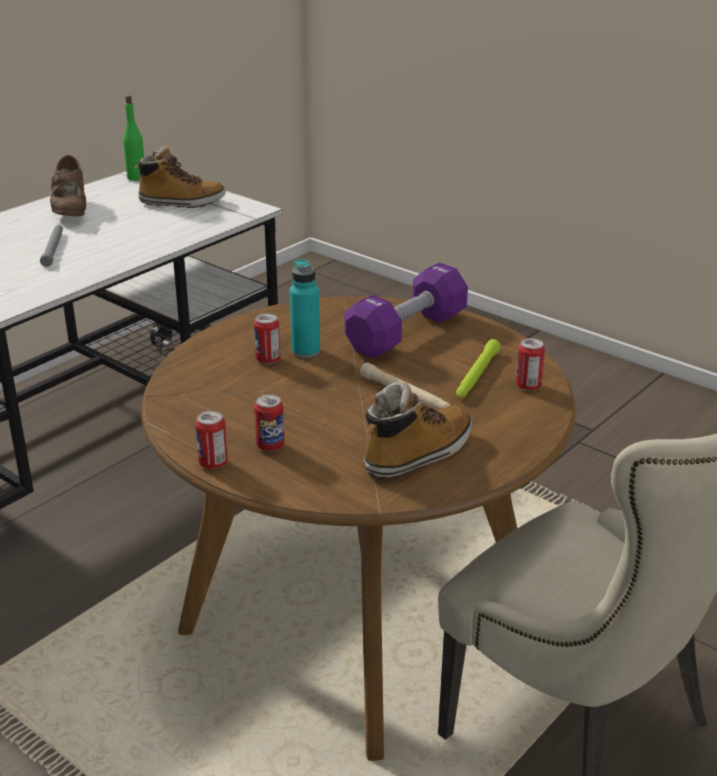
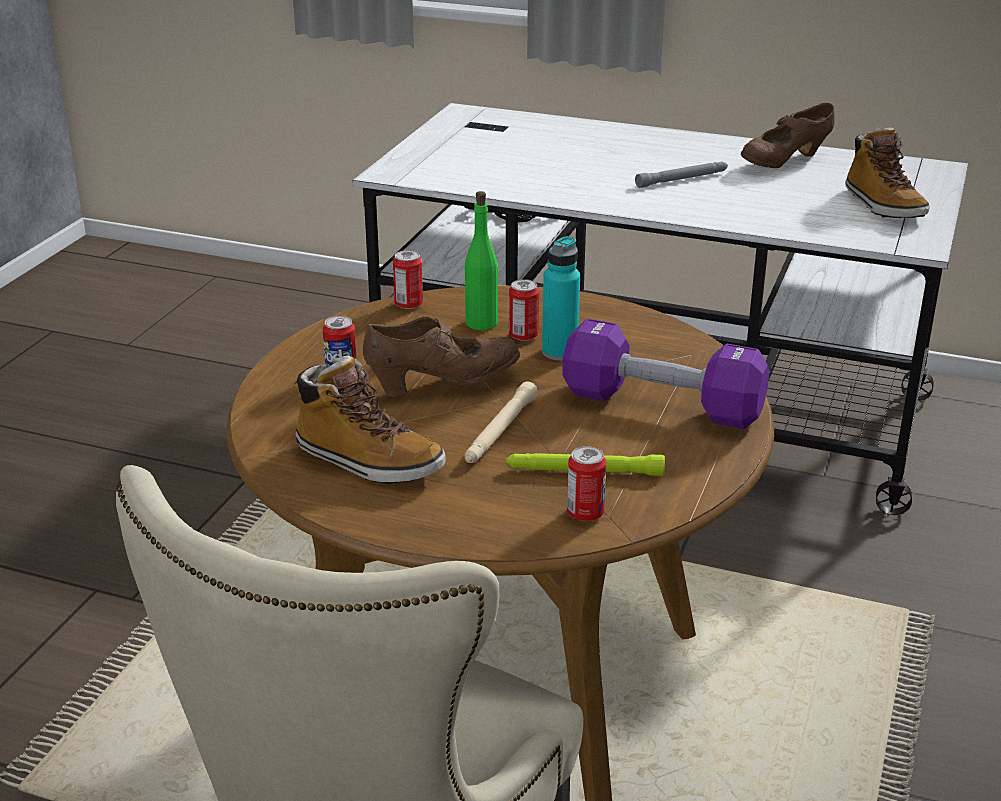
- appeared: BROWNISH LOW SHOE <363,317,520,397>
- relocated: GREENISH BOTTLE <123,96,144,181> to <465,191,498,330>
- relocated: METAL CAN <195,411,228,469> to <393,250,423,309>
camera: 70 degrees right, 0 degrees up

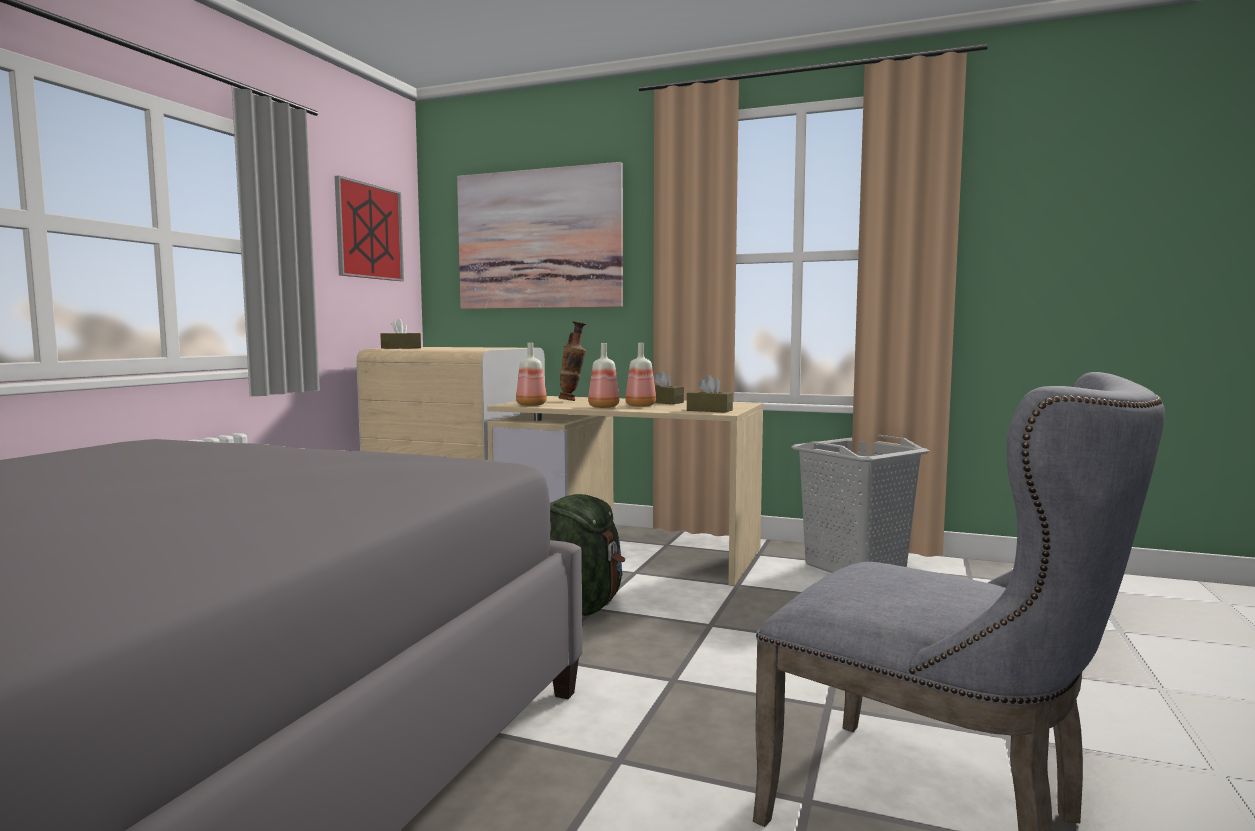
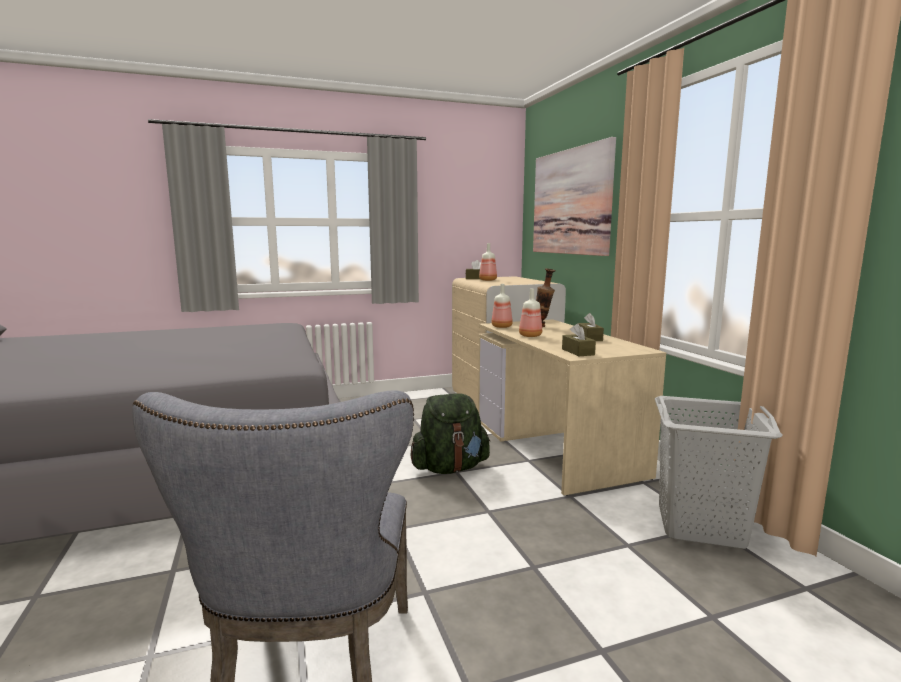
- missing: WALL PICTURE <335,176,404,281>
- relocated: BOTTLE <625,343,656,407> to <479,243,497,281>
camera: 50 degrees right, 5 degrees up

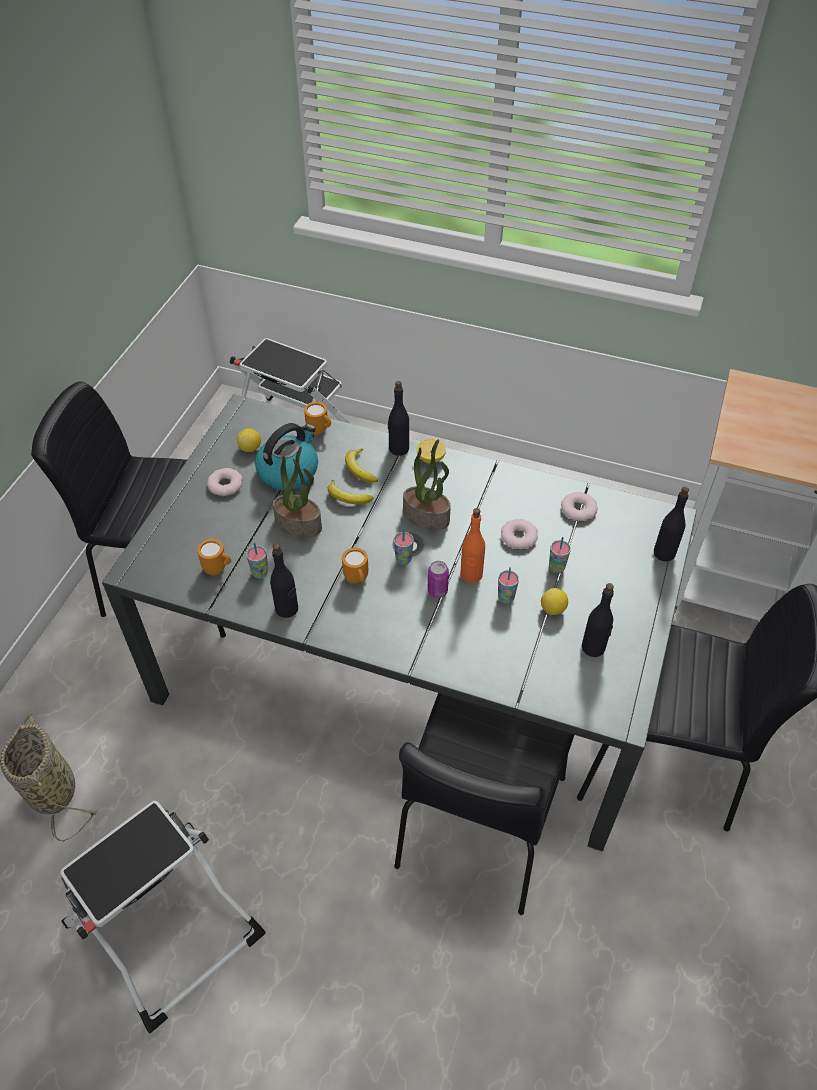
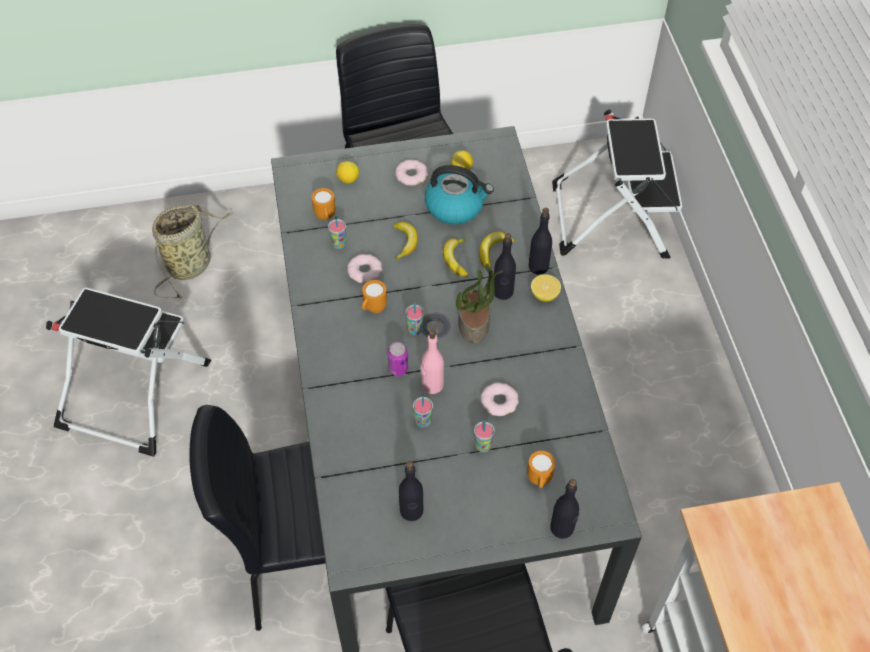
- relocated: BLACK-COLOURED BOTTLE <270,543,298,618> to <494,233,516,300>
- relocated: ORANGEY MUG <304,402,331,435> to <527,451,555,488>
- relocated: LEMON <541,588,568,615> to <336,161,359,184>
- relocated: DOUGHNUT <561,492,598,521> to <347,254,382,283>
- exchanged: PLANT IN A POT <273,446,322,538> to BANANA FRUIT <393,222,418,260>
- colour: ORANGEY BOTTLE <460,508,485,583> to PINK BOTTLE <421,330,444,394>
camera: 60 degrees right, 5 degrees up

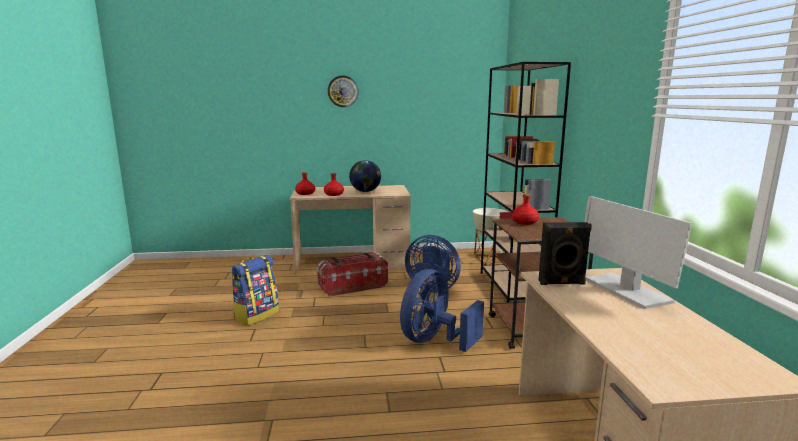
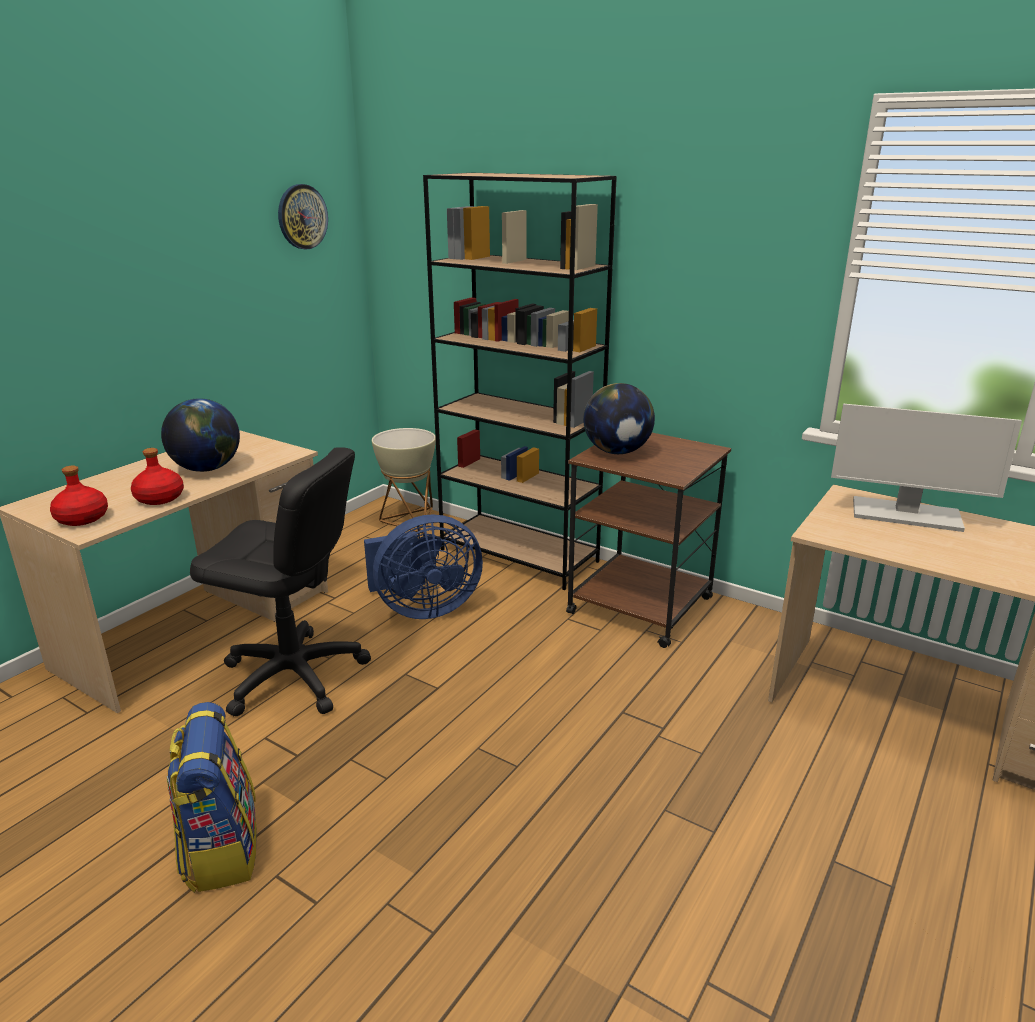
- missing: BLUE FAN <400,269,484,352>
- missing: BLACK-COLOURED SPEAKER <538,222,592,285>
- relocated: WALL CLOCK <328,76,359,107> to <278,184,328,250>
- exchanged: STORAGE BOX <317,253,388,297> to BLACK-COLOURED OFFICE CHAIR <190,447,371,716>
- exchanged: REDDISH BOTTLE <512,194,539,225> to WORLD GLOBE <583,383,655,454>
camera: 50 degrees left, 10 degrees up

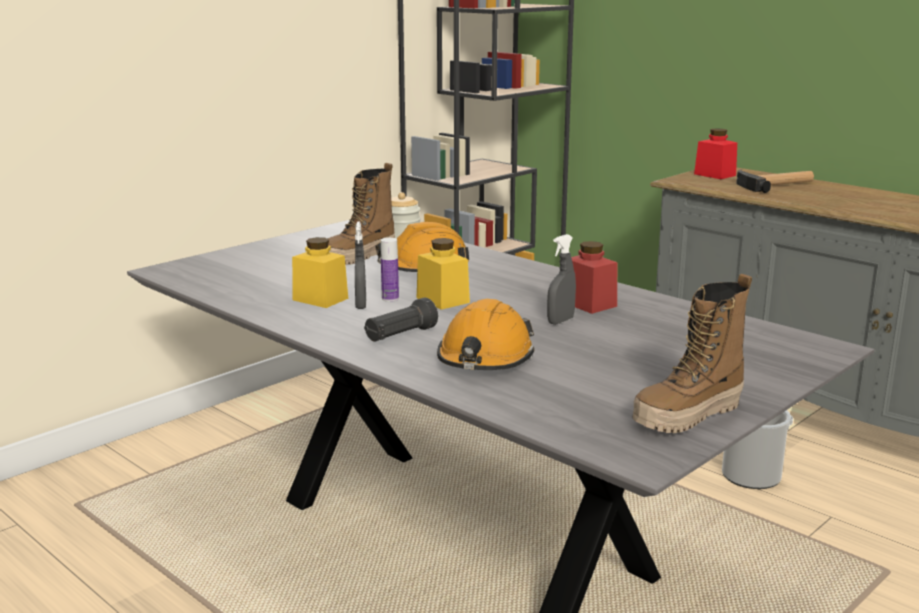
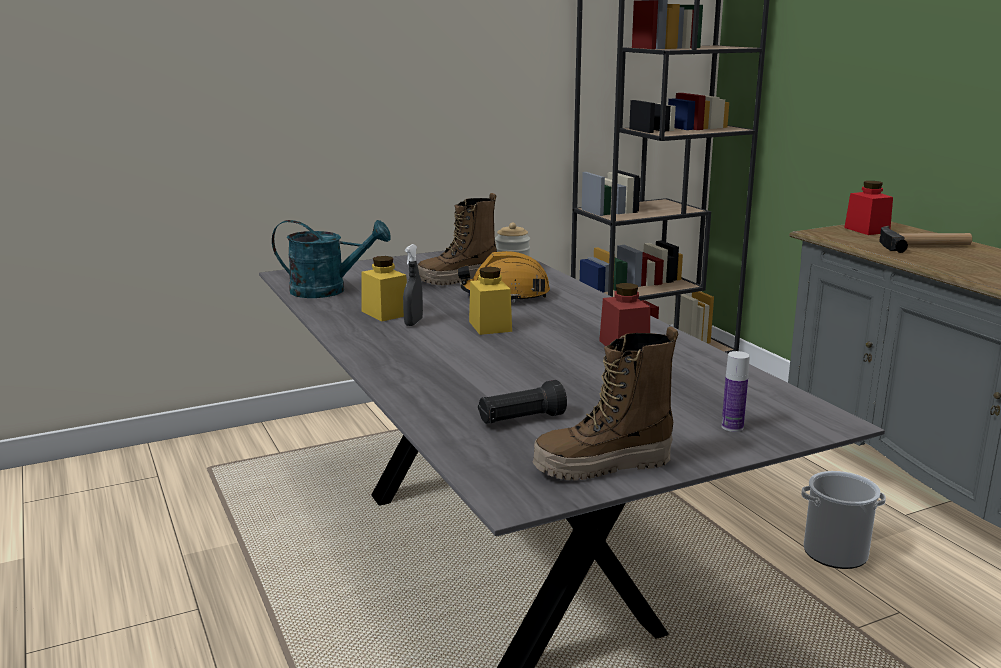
- missing: ORANGEY HARD HAT <437,299,534,370>
- missing: GRAY HAND SPRAYER <547,234,576,325>
- appeared: TURQUOISE WATERING POT <272,220,391,298>
- relocated: BLACK-COLOURED HAND TORCH <364,297,438,342> to <478,380,567,424>
- relocated: BOTTLE <381,238,399,302> to <722,351,750,432>
camera: 20 degrees right, 0 degrees up

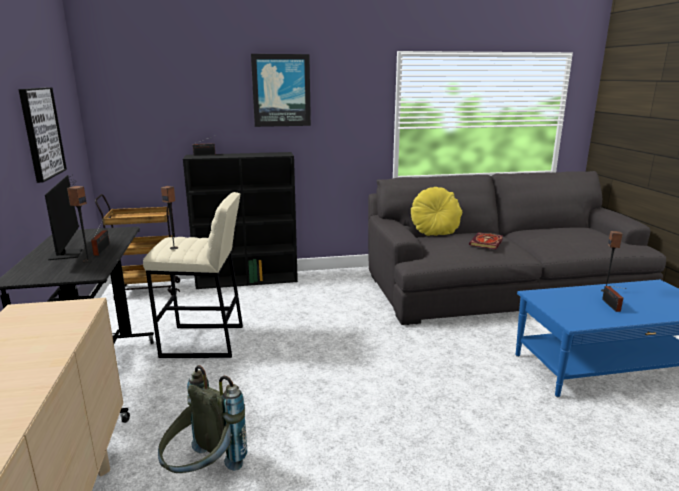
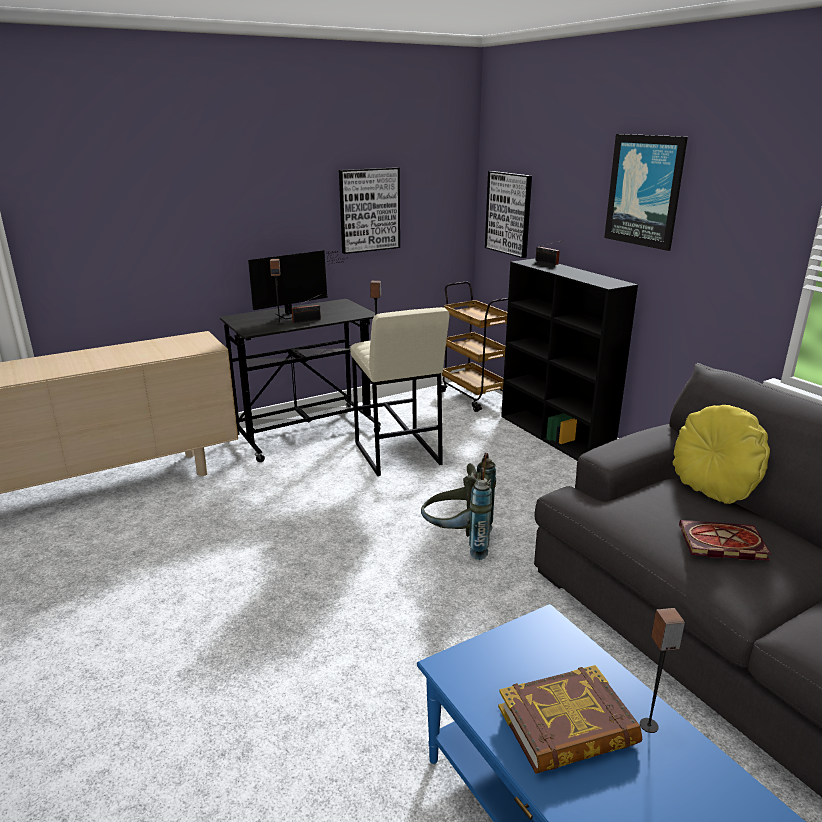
- appeared: WALL PICTURE <485,171,532,258>
- relocated: GRAY KNAPSACK <158,365,247,473> to <421,453,496,560>
- exchanged: RADIO RECEIVER <602,286,626,312> to VOLUME <498,665,642,774>
camera: 70 degrees right, 5 degrees up

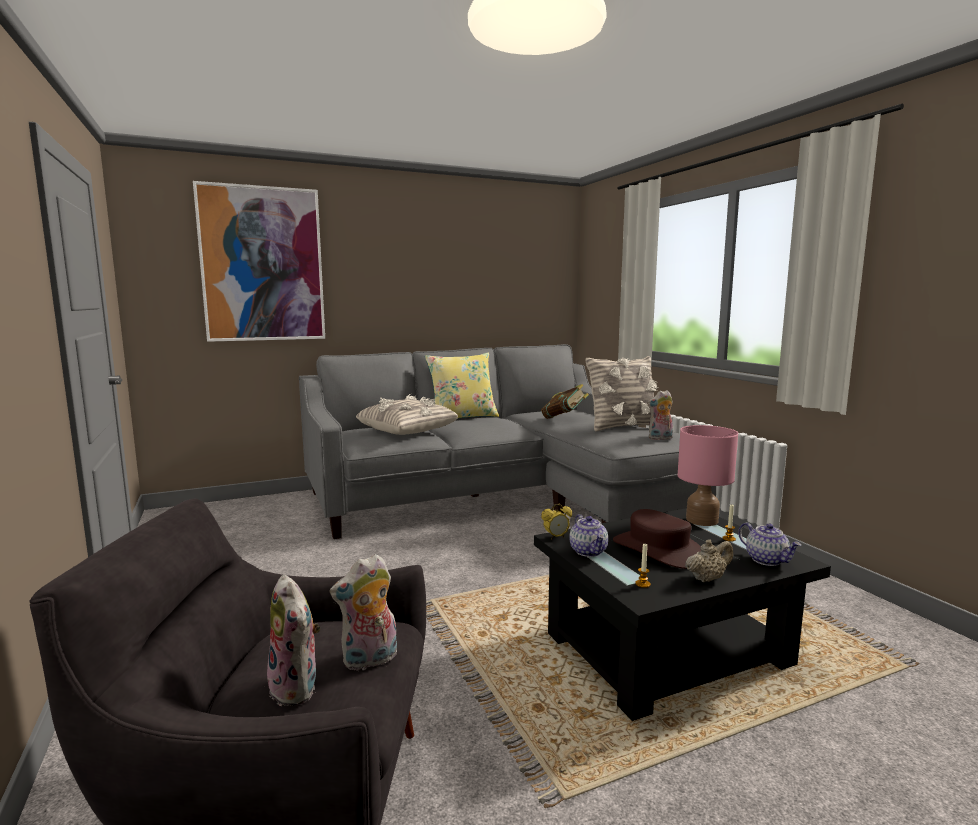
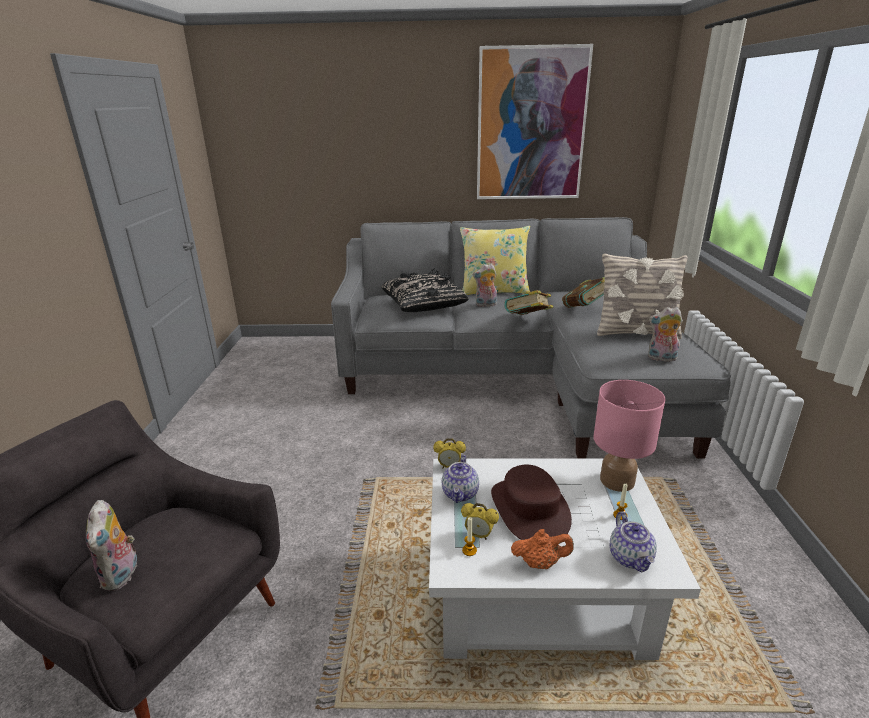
- appeared: TABLE CLOCK <461,503,499,540>
- appeared: VOLUME <504,290,553,315>
- relocated: WALL PICTURE <193,181,325,342> to <477,44,593,199>
- relocated: SOFT TOY <330,554,397,671> to <473,263,497,307>
- colour: BEIGE THROW PILLOW <356,394,458,435> to BLACK-COLOURED THROW PILLOW <382,268,469,312>
- colour: BLACK-COLOURED LOW TABLE <534,508,831,721> to WHITE LOW TABLE <429,458,701,660>
- colour: BEIGE POT FOR TEA <685,539,733,582> to ORANGEY POT FOR TEA <511,529,574,569>
camera: 25 degrees right, 15 degrees up

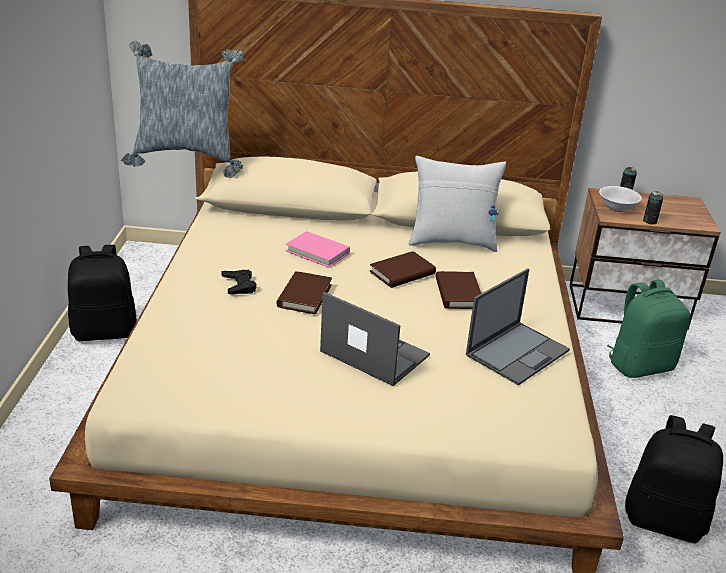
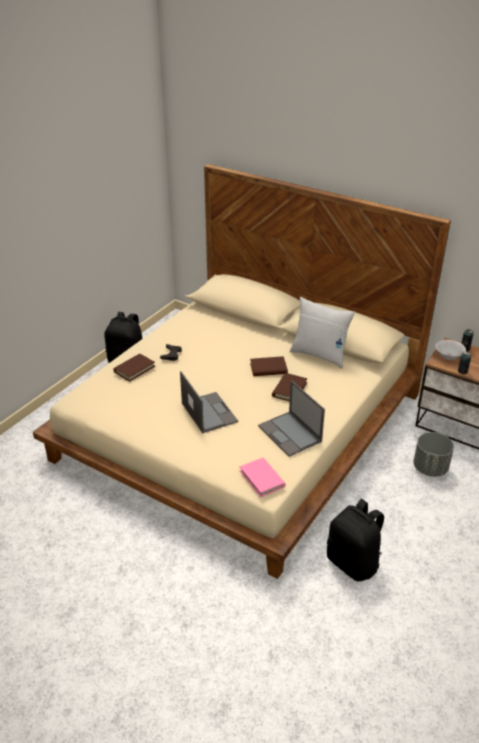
- missing: THROW PILLOW <120,40,244,178>
- relocated: BROWNISH VOLUME <276,271,332,314> to <113,354,155,382>
- relocated: PINK VOLUME <286,231,350,268> to <240,458,285,497>
- exchanged: GREENISH KNAPSACK <607,280,691,378> to GRAY FLOWER POT <414,432,454,477>
- spun: LAPTOP <466,268,570,385> = <258,381,325,457> 75 degrees clockwise
camera: 30 degrees right, 5 degrees up

